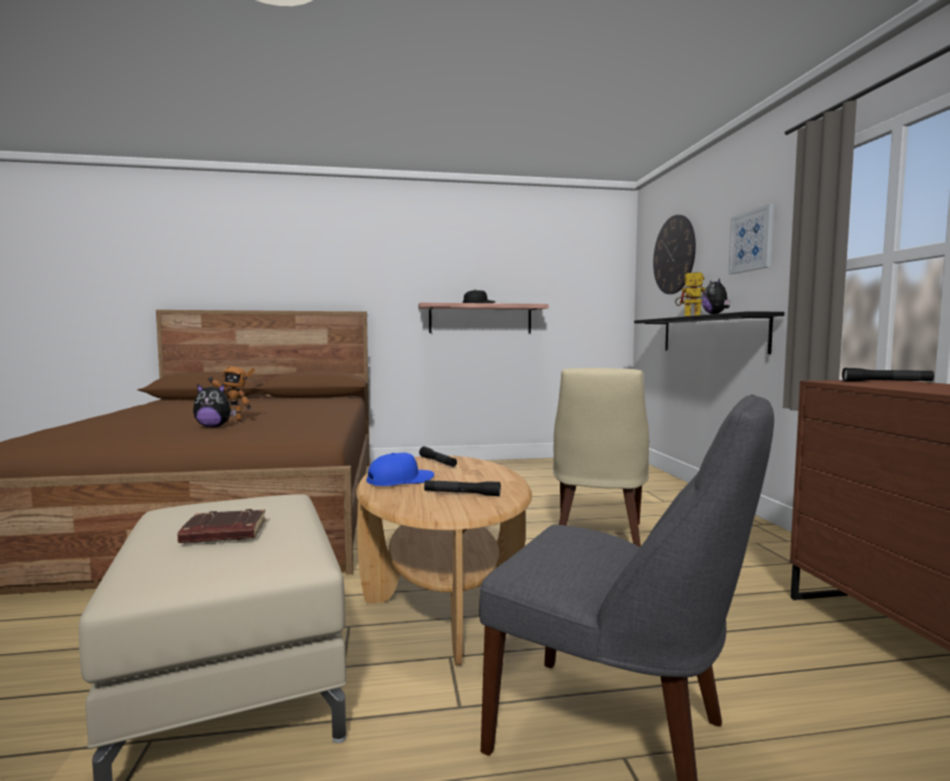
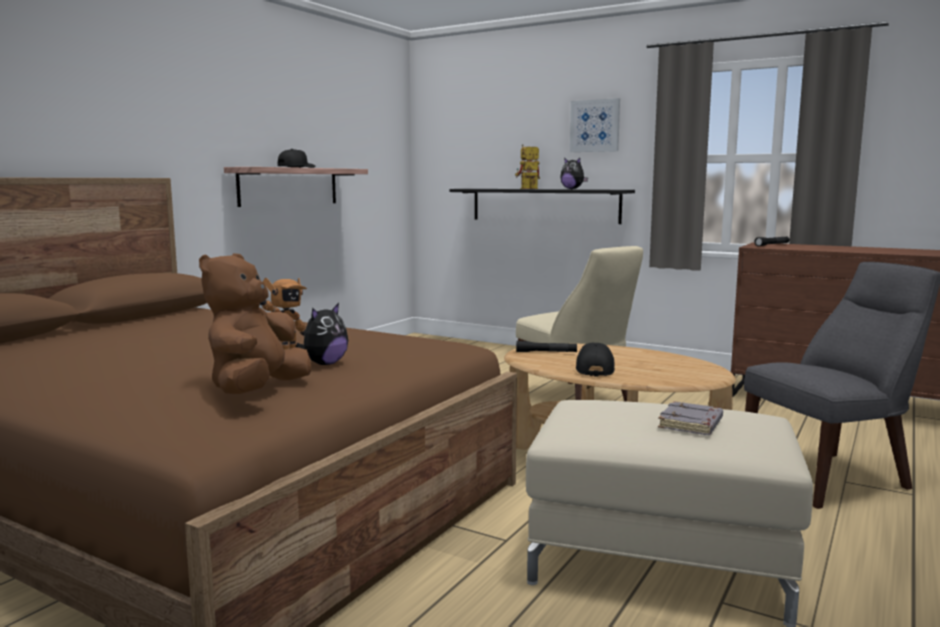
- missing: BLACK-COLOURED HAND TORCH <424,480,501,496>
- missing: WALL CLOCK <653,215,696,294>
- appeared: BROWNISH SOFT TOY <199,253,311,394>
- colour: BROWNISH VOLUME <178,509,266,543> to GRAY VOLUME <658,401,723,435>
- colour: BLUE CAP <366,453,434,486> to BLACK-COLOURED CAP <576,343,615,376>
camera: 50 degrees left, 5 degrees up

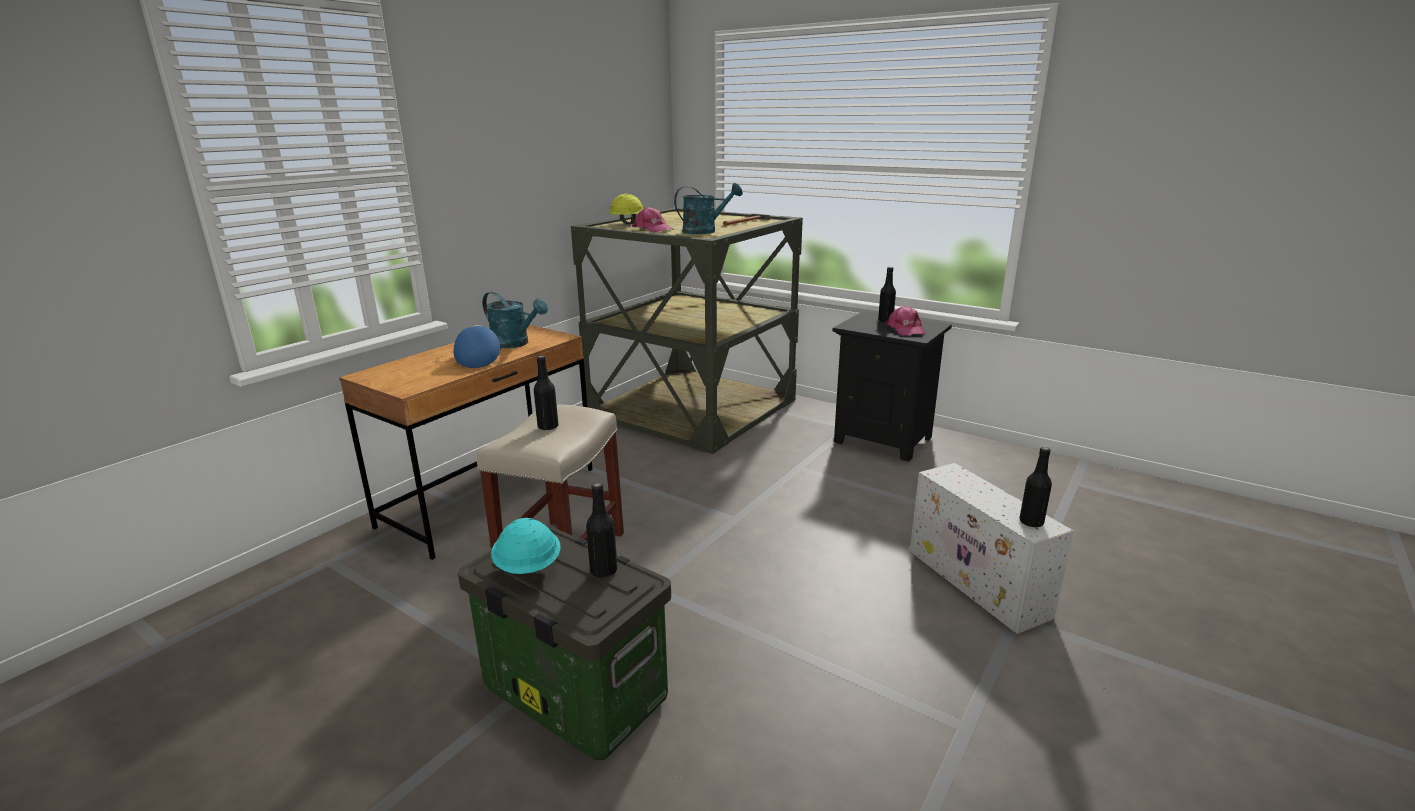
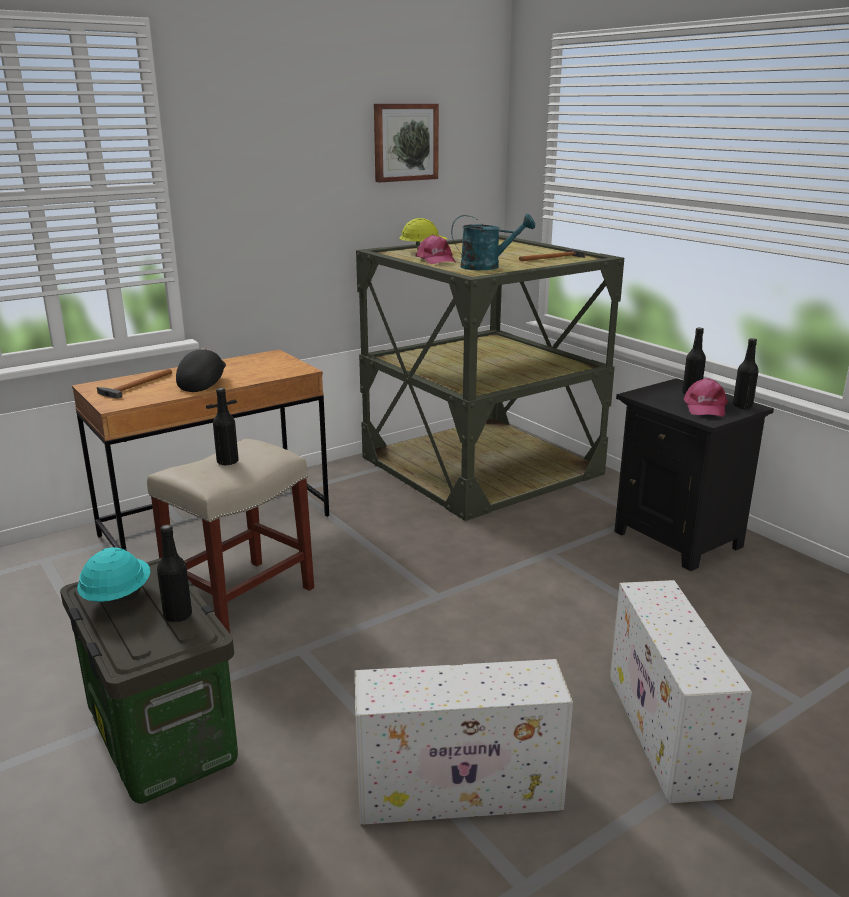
- missing: TURQUOISE WATERING POT <482,292,548,348>
- appeared: HAND HAMMER <97,369,172,399>
- appeared: WHITE STORAGE BOX <355,659,573,825>
- appeared: WALL PICTURE <374,104,439,182>
- relocated: BLACK-COLOURED BOTTLE <1019,447,1052,528> to <733,338,759,409>
- colour: BLUE CAP <454,325,501,368> to BLACK-COLOURED CAP <176,348,226,392>
camera: 20 degrees right, 0 degrees up

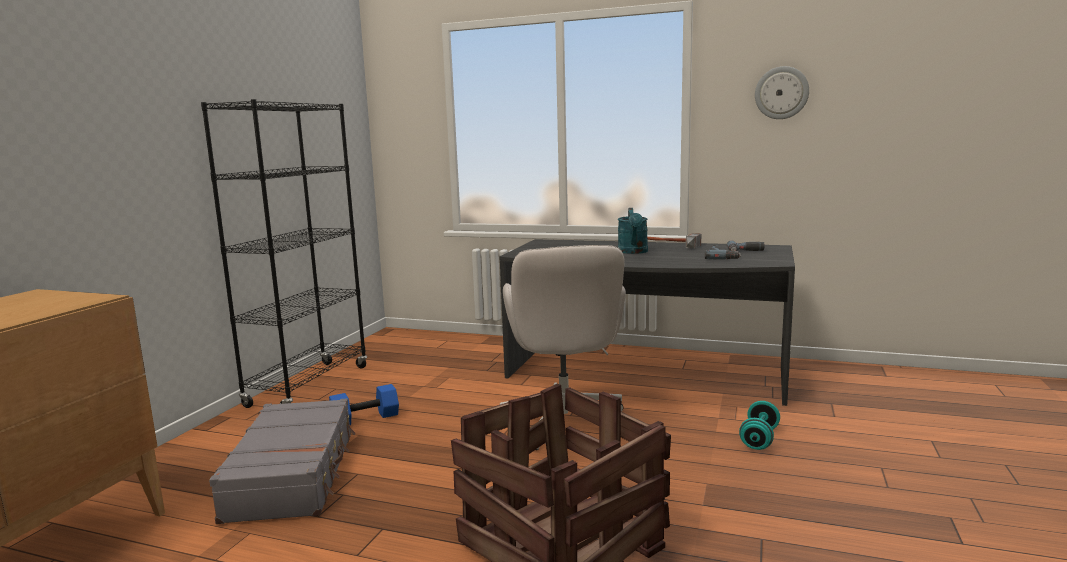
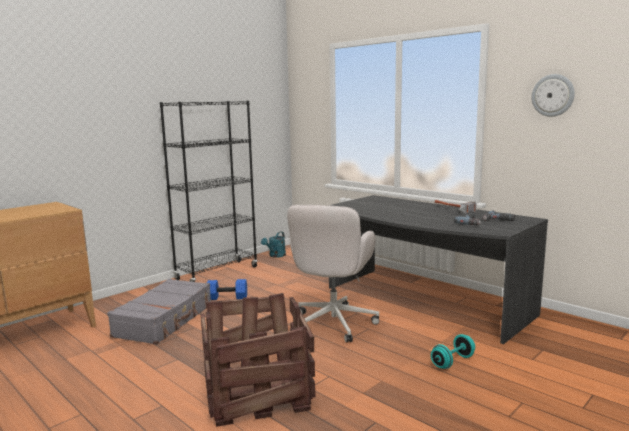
- relocated: TURQUOISE WATERING POT <618,208,648,254> to <261,231,286,258>
camera: 25 degrees right, 0 degrees up

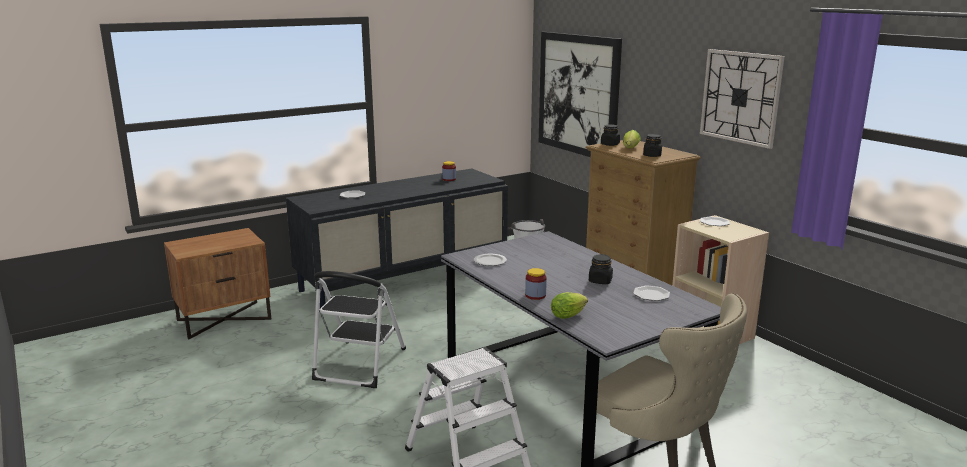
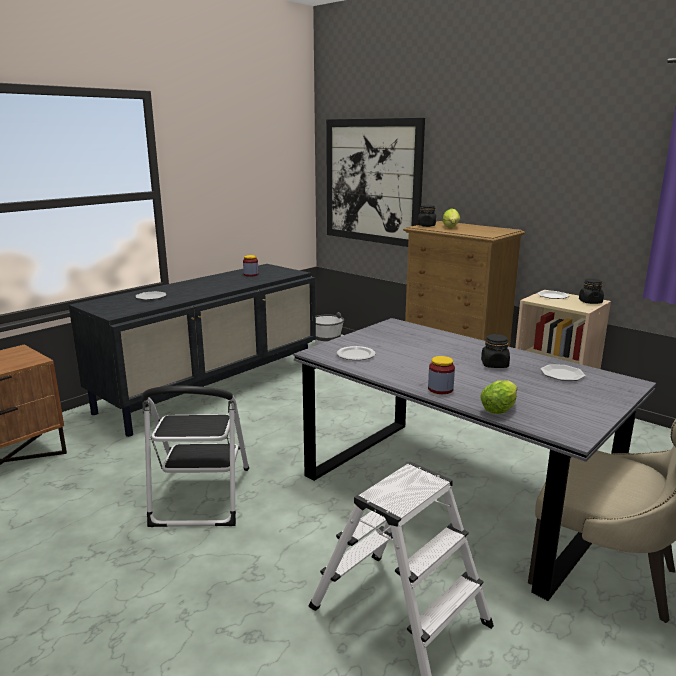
- missing: WALL CLOCK <700,49,785,149>
- relocated: BLACK-COLOURED JAR <643,134,662,157> to <579,278,604,304>
camera: 15 degrees left, 0 degrees up

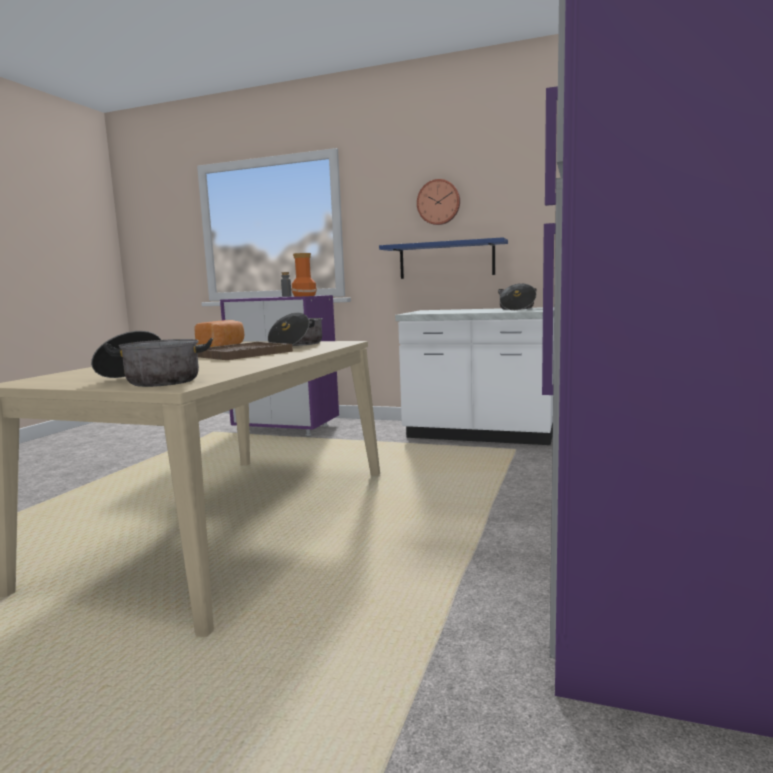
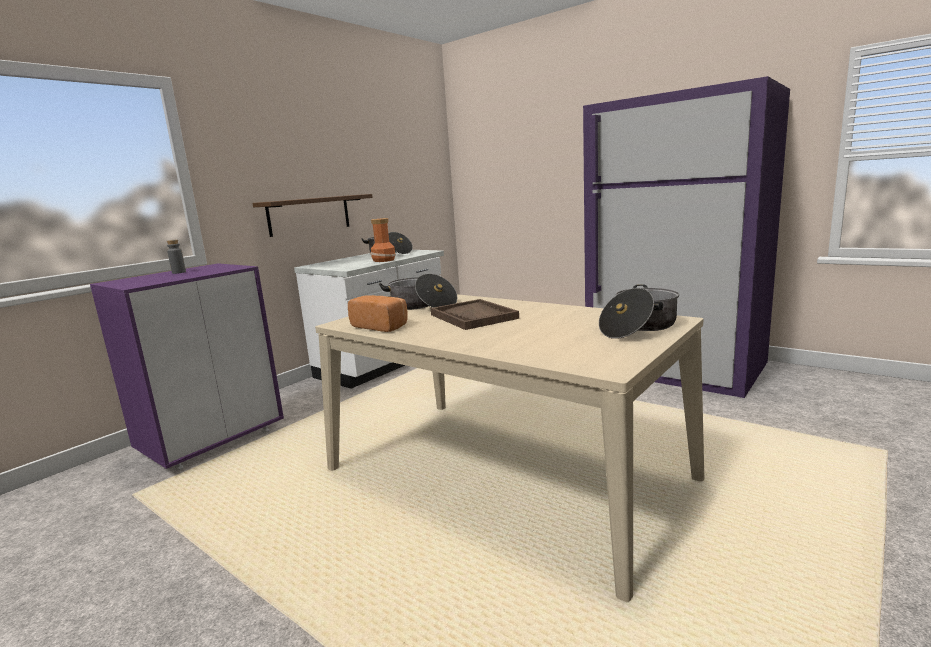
- missing: WALL CLOCK <417,179,460,225>
- relocated: VASE <291,253,317,297> to <371,218,396,262>
- colour: BLUE SHELF <379,237,508,279> to BROWNISH SHELF <252,194,373,237>
camera: 70 degrees left, 5 degrees up

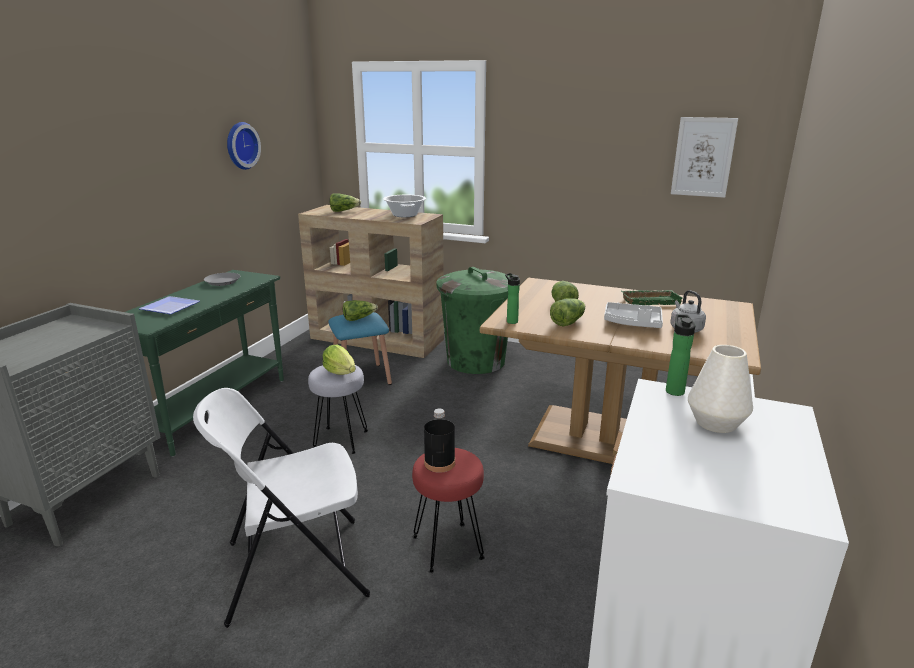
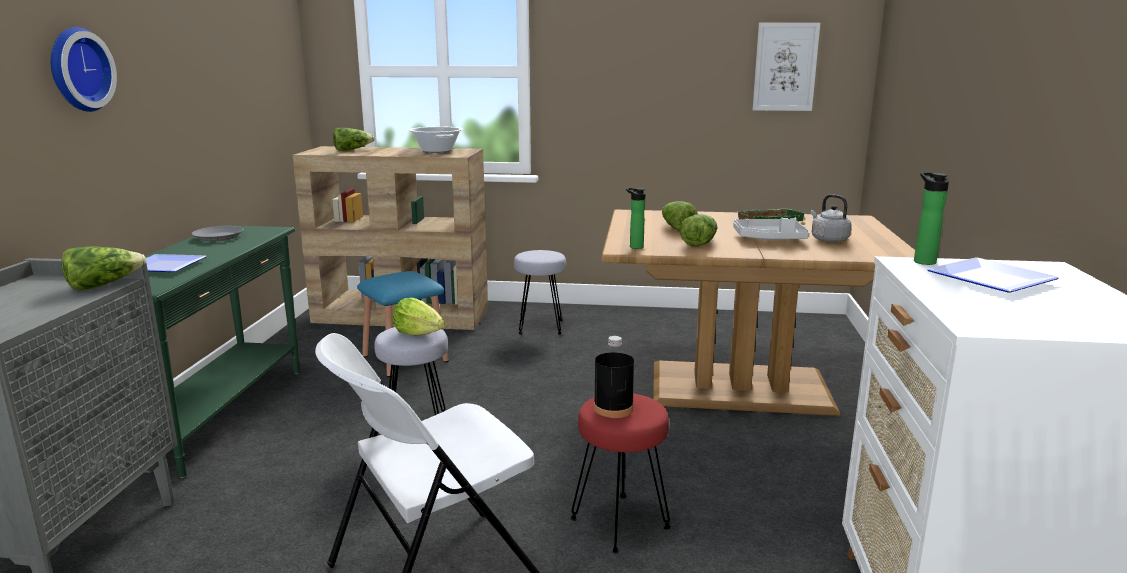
- relocated: WALL CLOCK <227,122,261,170> to <51,27,117,112>
- relocated: LETTUCE <343,300,378,321> to <61,246,146,290>
- exchanged: GREENISH WASTE BIN <437,267,510,374> to GRAY STOOL <514,250,566,335>
- exchanged: WHITE VASE <688,345,753,433> to DINNER PLATE <927,257,1059,293>
camera: 15 degrees left, 5 degrees down

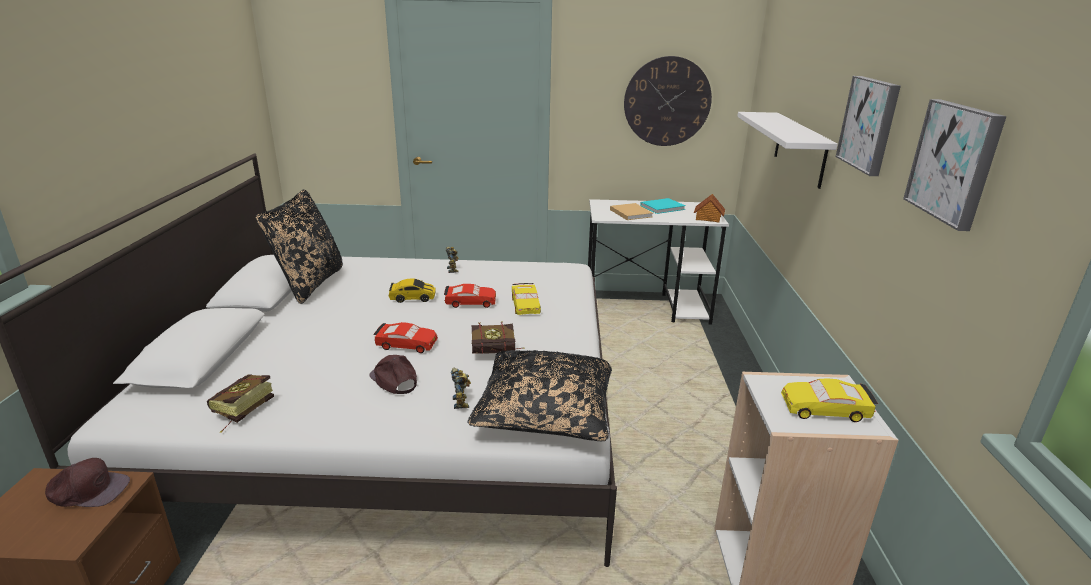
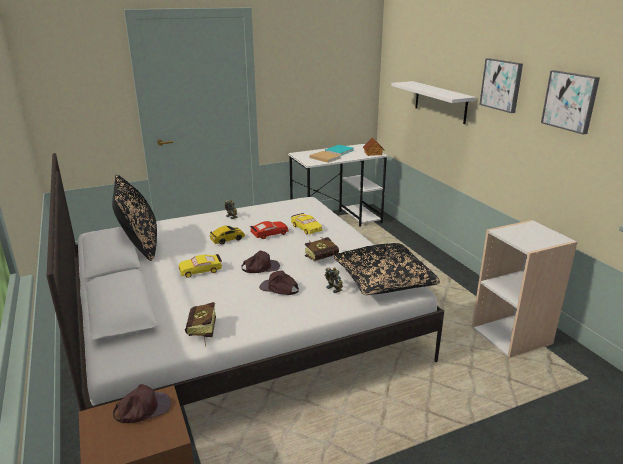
- missing: WALL CLOCK <624,56,712,146>
- relocated: YELLOWISH TOY CAR <781,379,878,422> to <179,254,222,278>
- exchanged: REDDISH TOY CAR <373,322,438,353> to BROWNISH CAP <241,251,280,273>
camera: 25 degrees left, 0 degrees up

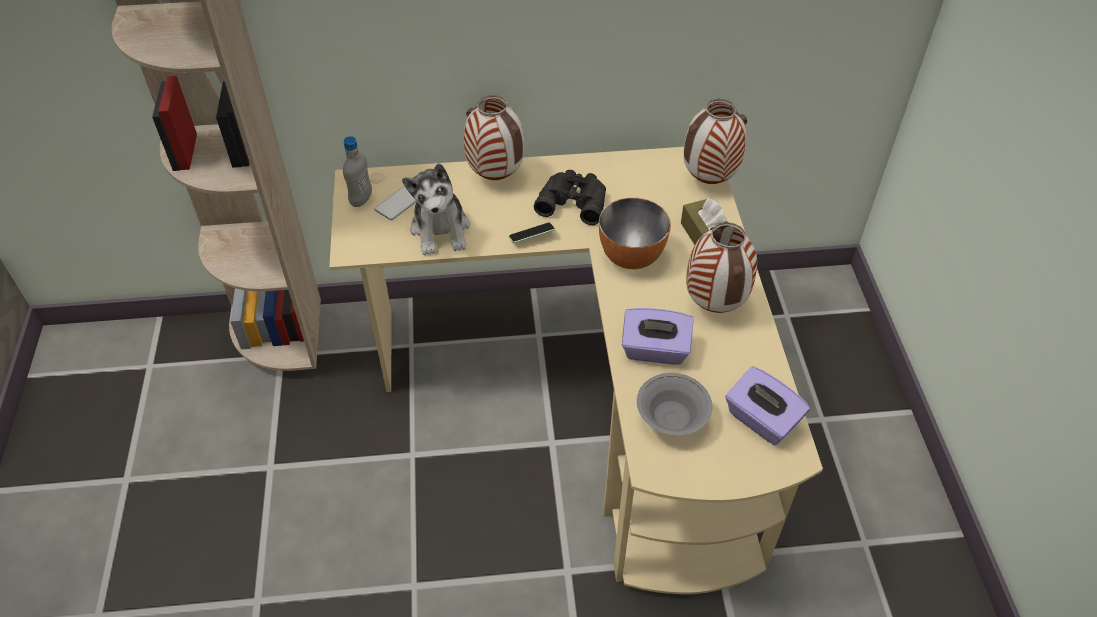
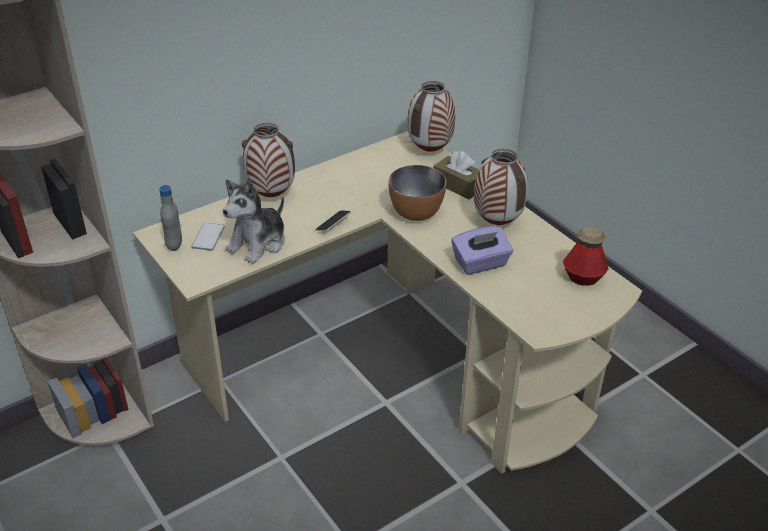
- missing: BLACK-COLOURED PAIR OF BINOCULARS <534,170,606,225>
- missing: GRAY DEEP DISH <637,373,712,436>
- exchanged: PURPLISH TISSUE HOLDER <725,366,810,445> to BOTTLE <563,227,609,286>
- spun: SOFT TOY <402,163,470,255> = <223,179,285,264> 75 degrees clockwise
camera: 30 degrees left, 10 degrees down

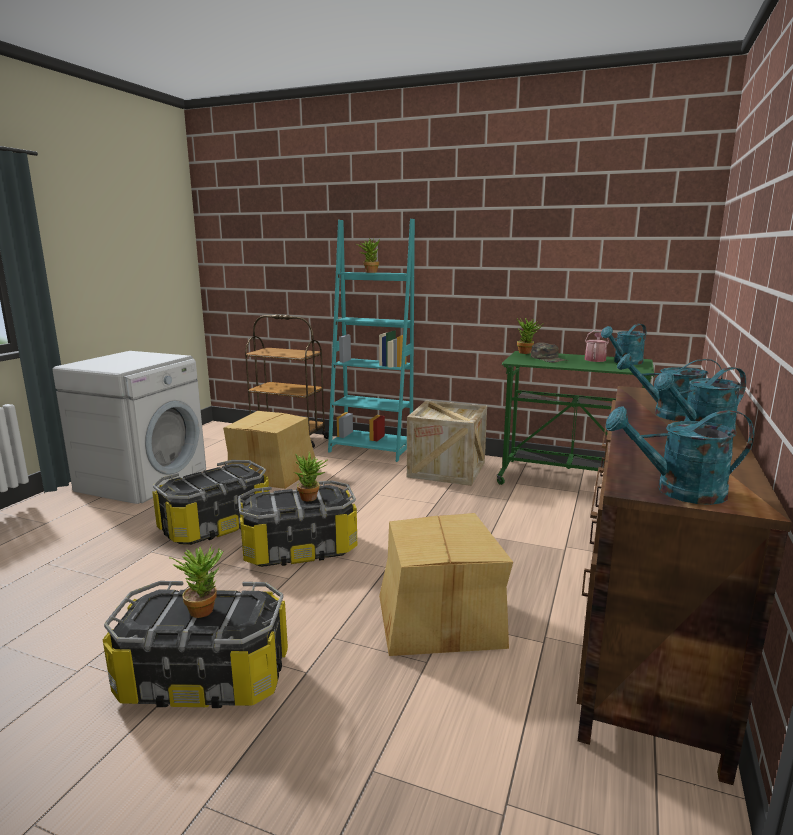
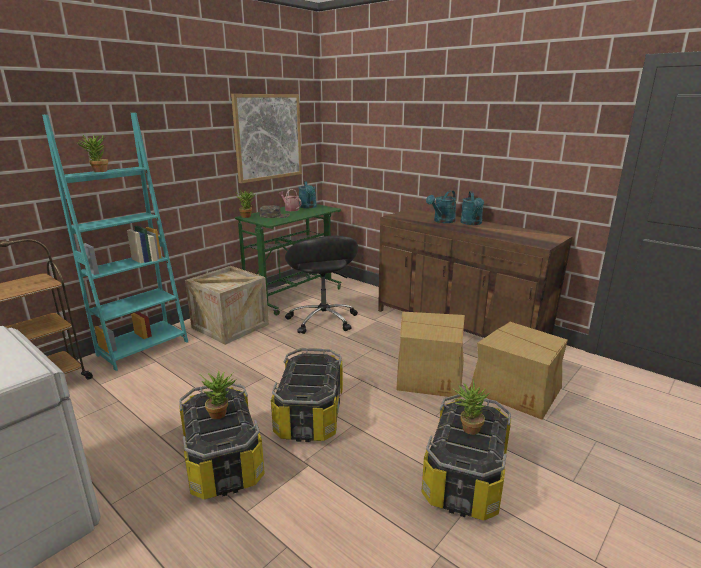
- missing: TURQUOISE WATERING POT <606,406,754,505>
- appeared: WALL PICTURE <231,94,302,183>
- appeared: BLACK-COLOURED OFFICE CHAIR <285,236,358,334>
- relocated: PACKING BOX <223,411,317,489> to <469,322,568,420>
- relocated: PLANT IN A POT <294,452,328,501> to <199,371,236,420>
camera: 70 degrees left, 5 degrees up

